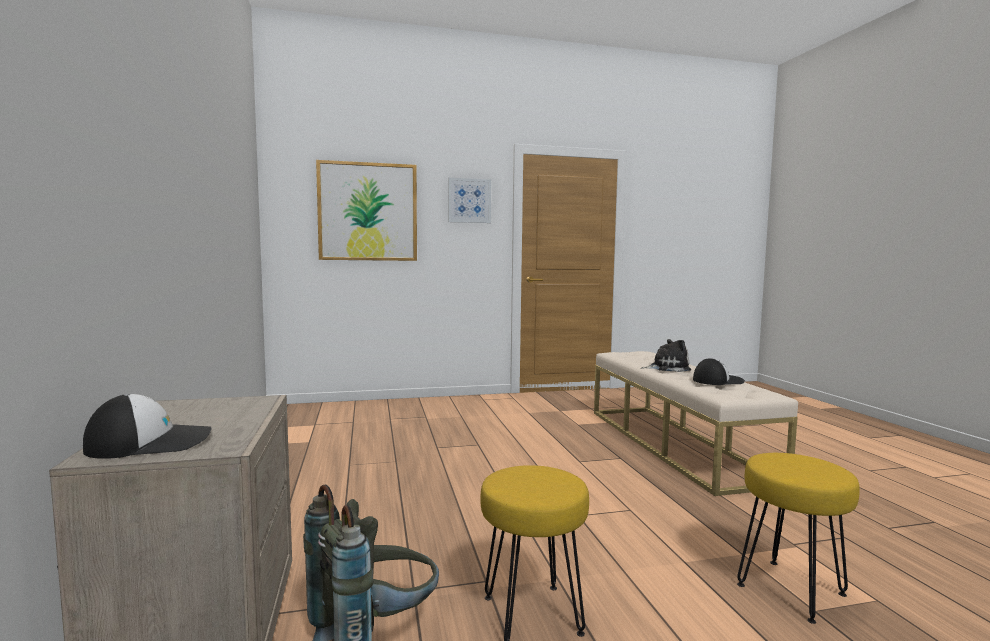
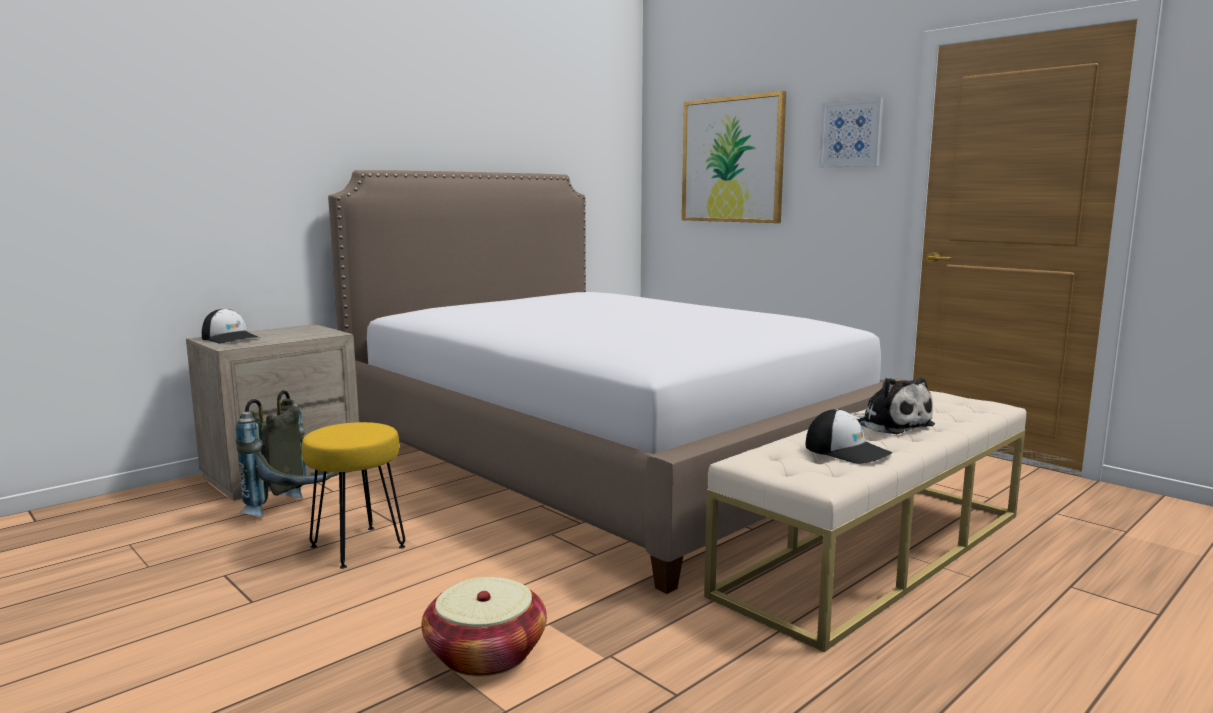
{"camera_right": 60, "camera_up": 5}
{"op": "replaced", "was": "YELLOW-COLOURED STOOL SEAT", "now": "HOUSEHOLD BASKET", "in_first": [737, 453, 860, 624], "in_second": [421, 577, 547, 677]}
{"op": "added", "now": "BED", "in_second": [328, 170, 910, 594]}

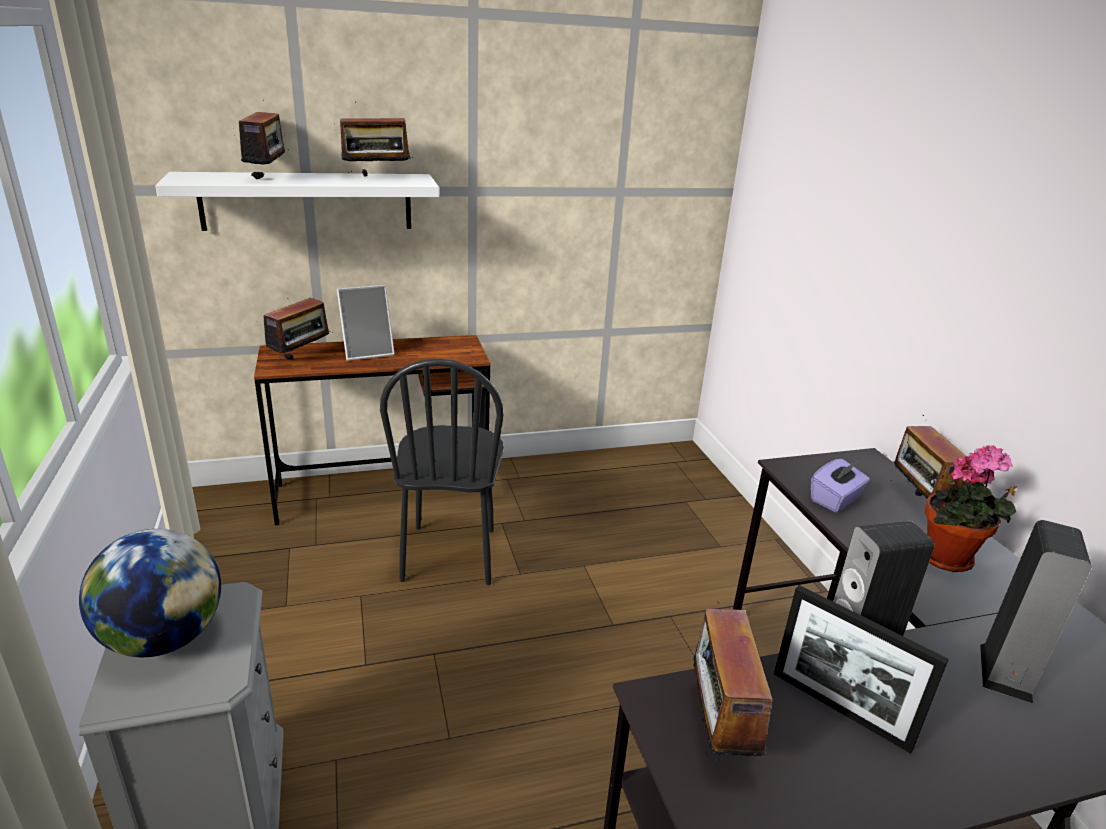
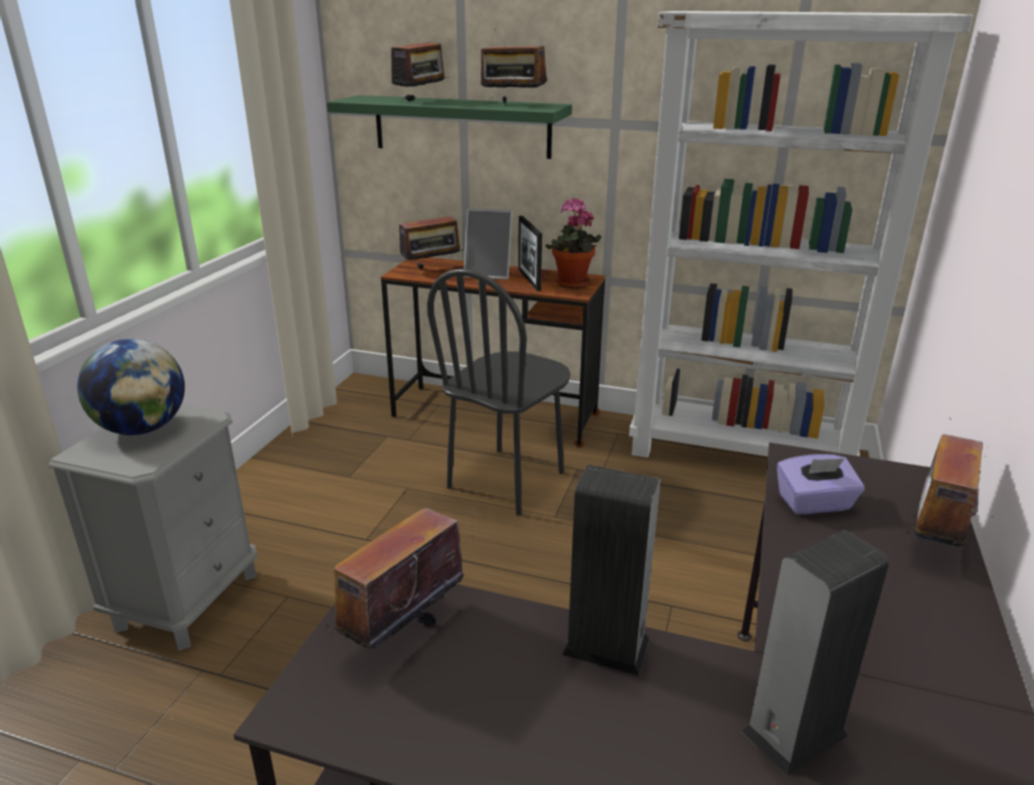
{"camera_right": 35, "camera_up": 0}
{"op": "recoloured", "was": "WHITE BRACKET SHELF", "now": "GREENISH BRACKET SHELF", "in_first": [155, 172, 439, 231], "in_second": [327, 95, 572, 159]}
{"op": "moved", "was": "HOUSEPLANT", "in_first": [925, 445, 1017, 572], "in_second": [546, 197, 601, 288]}
{"op": "moved", "was": "STANDING FRAME", "in_first": [774, 585, 949, 754], "in_second": [518, 216, 542, 291]}
{"op": "added", "now": "WHITE BOOKSHELF", "in_second": [629, 11, 973, 458]}

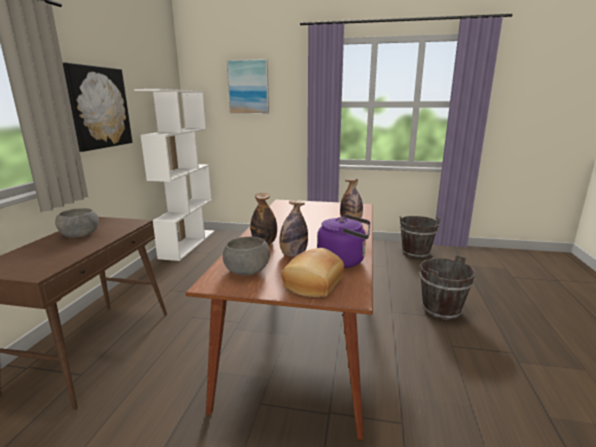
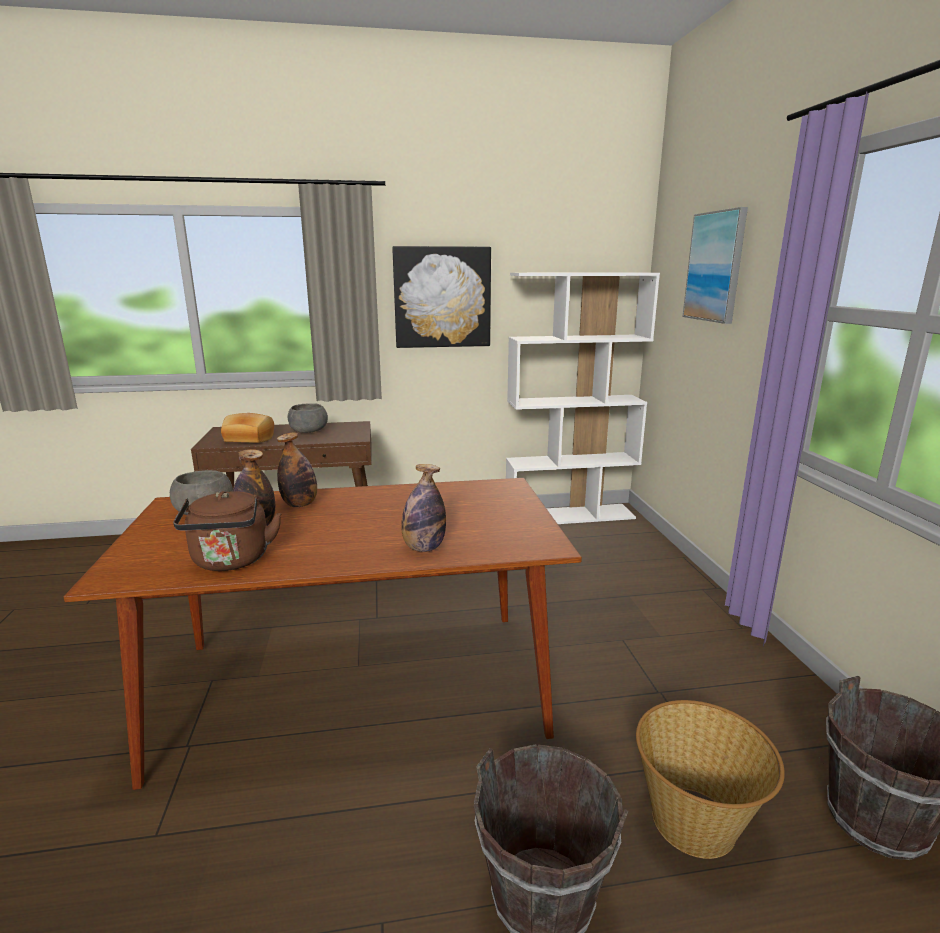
{"camera_right": 70, "camera_up": 0}
{"op": "recoloured", "was": "PURPLE-COLOURED KETTLE", "now": "BROWN-COLOURED KETTLE", "in_first": [317, 214, 370, 268], "in_second": [173, 491, 282, 571]}
{"op": "moved", "was": "BAKERY BREAD", "in_first": [281, 248, 344, 297], "in_second": [221, 413, 274, 443]}
{"op": "added", "now": "HOUSEHOLD BASKET", "in_second": [636, 700, 785, 859]}

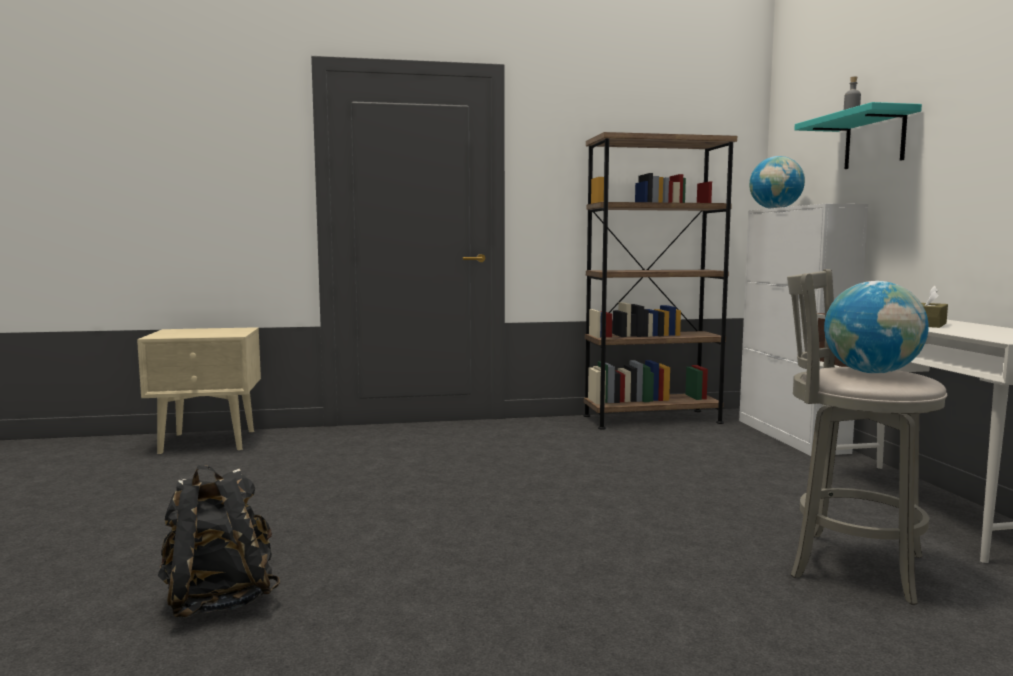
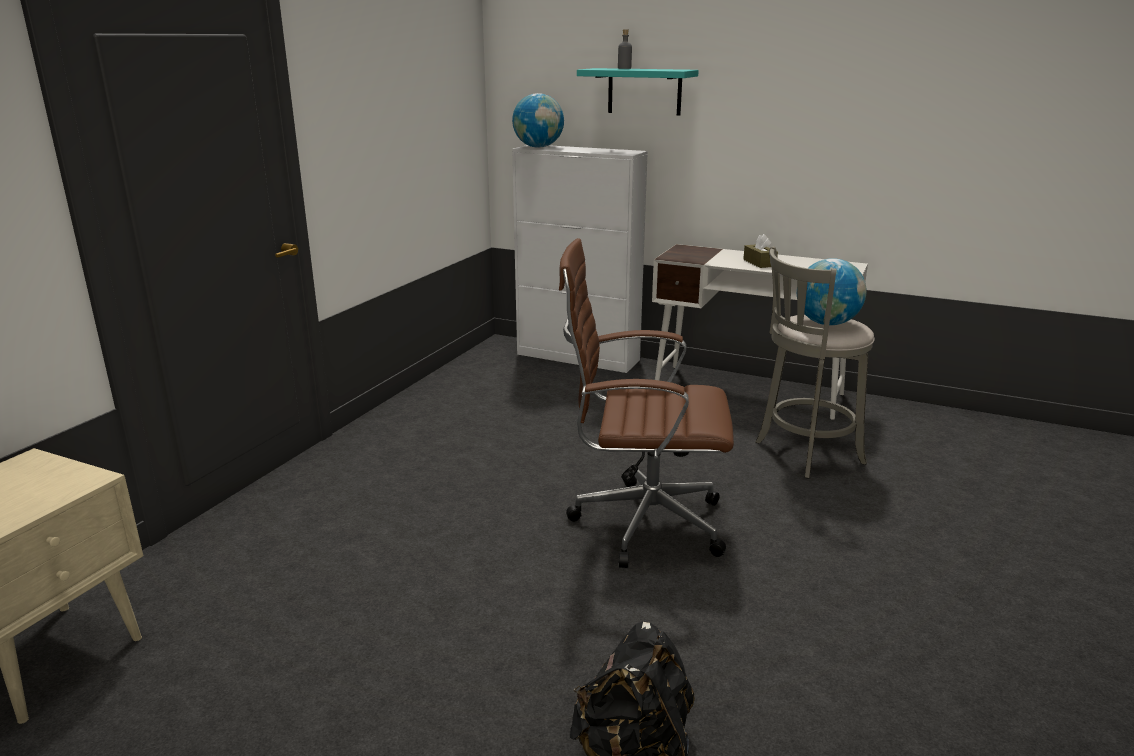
{"camera_right": -55, "camera_up": 15}
{"op": "removed", "was": "BROWN-COLOURED BOOKSHELF", "in_first": [583, 132, 737, 430]}
{"op": "added", "now": "BROWN-COLOURED OFFICE CHAIR", "in_second": [559, 238, 734, 568]}

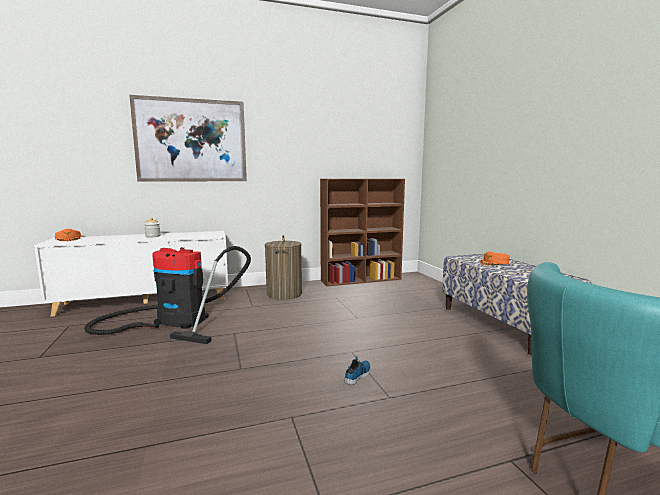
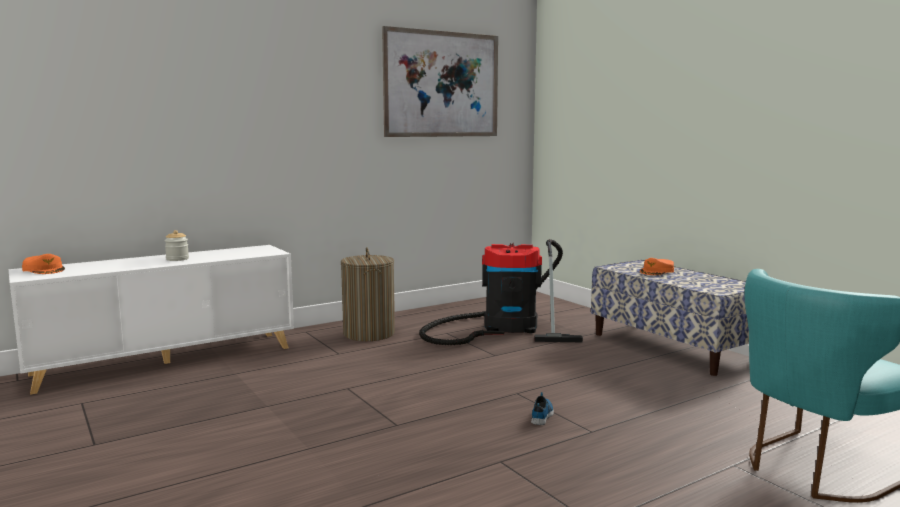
{"camera_right": -15, "camera_up": 0}
{"op": "moved", "was": "PICTURE", "in_first": [129, 95, 247, 182], "in_second": [382, 26, 498, 137]}
{"op": "removed", "was": "BROWN-COLOURED BOOKSHELF", "in_first": [320, 179, 405, 286]}
{"op": "moved", "was": "VACUUM", "in_first": [85, 246, 251, 344], "in_second": [419, 239, 583, 345]}

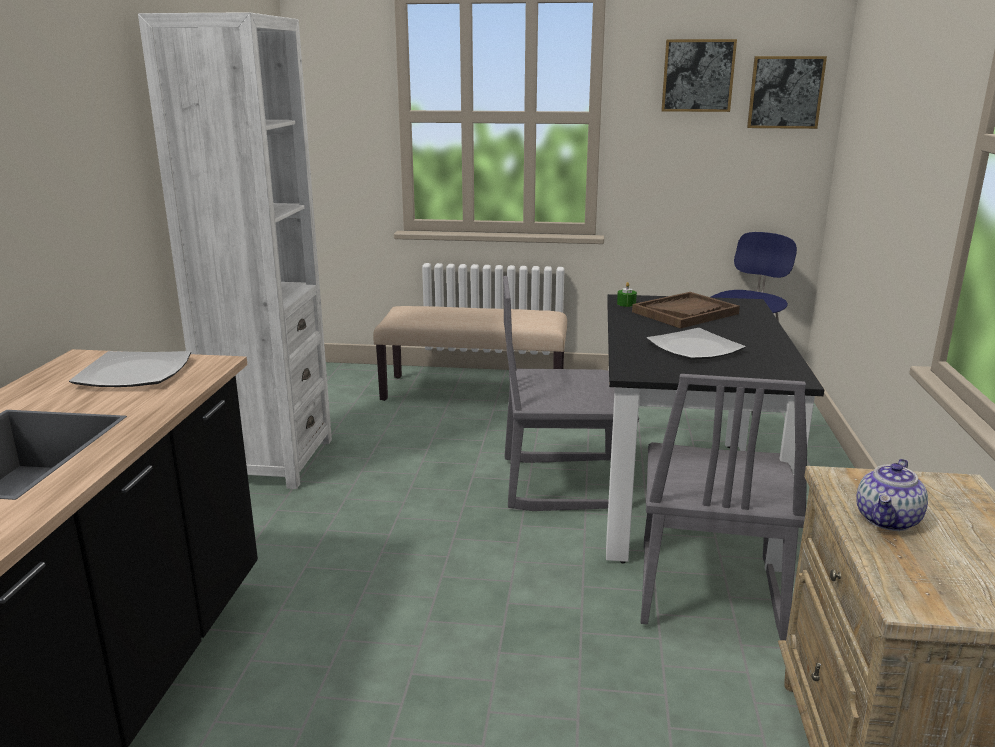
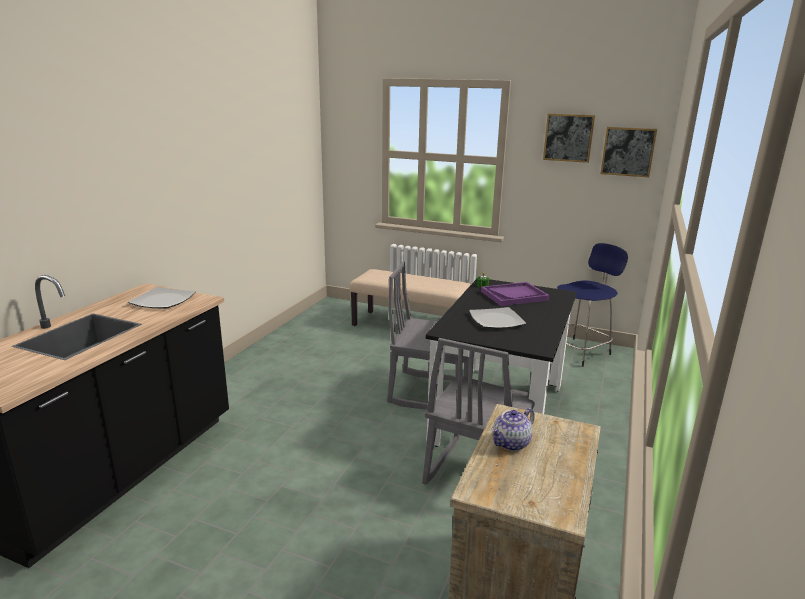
{"camera_right": 15, "camera_up": 0}
{"op": "removed", "was": "WHITE BOOKSHELF", "in_first": [138, 12, 332, 489]}
{"op": "recoloured", "was": "BROWN-COLOURED SERVING TRAY", "now": "PURPLE-COLOURED SERVING TRAY", "in_first": [632, 292, 740, 329], "in_second": [481, 282, 550, 306]}

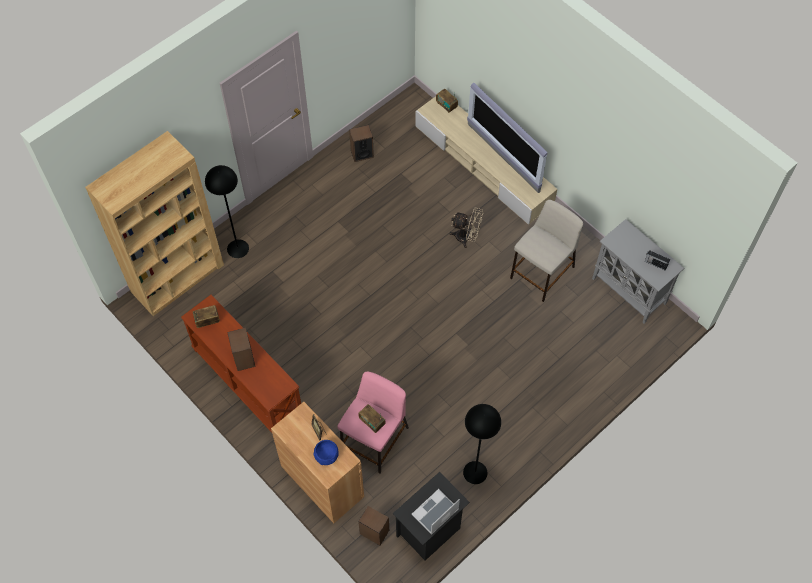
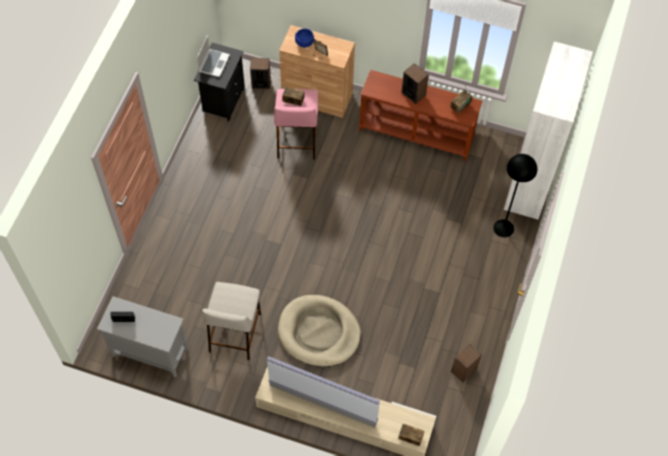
{"camera_right": 150, "camera_up": 0}
{"op": "recoloured", "was": "BROWN-COLOURED BOOKSHELF", "now": "WHITE BOOKSHELF", "in_first": [85, 131, 224, 316], "in_second": [504, 42, 593, 220]}
{"op": "replaced", "was": "BEIGE-COLOURED FAN", "now": "BEIGE-COLOURED DOG CUSHION", "in_first": [450, 207, 483, 248], "in_second": [278, 295, 361, 367]}
{"op": "removed", "was": "BLACKISH STANDARD LAMP", "in_first": [463, 404, 501, 484]}

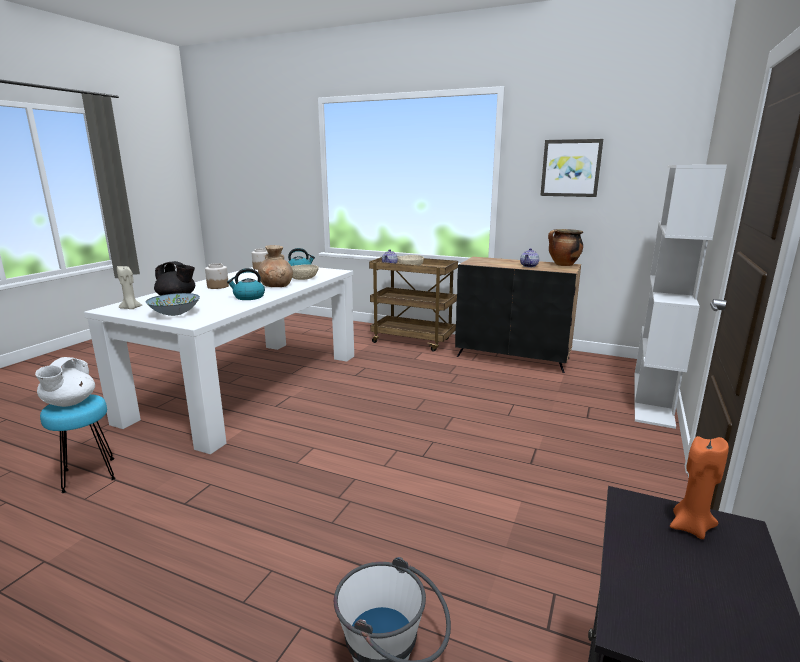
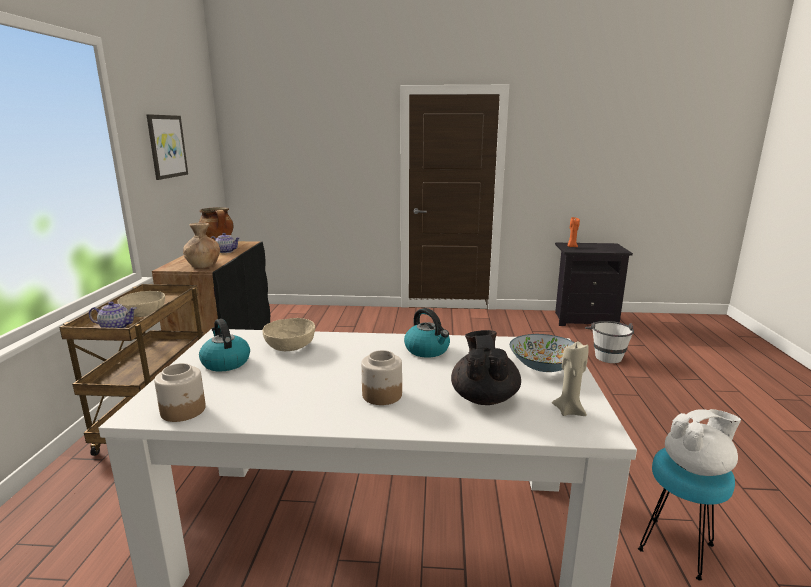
{"camera_right": -110, "camera_up": 0}
{"op": "removed", "was": "WHITE BOOKSHELF", "in_first": [635, 165, 727, 429]}
{"op": "moved", "was": "BROWN-COLOURED VASE", "in_first": [258, 245, 293, 287], "in_second": [183, 222, 220, 268]}

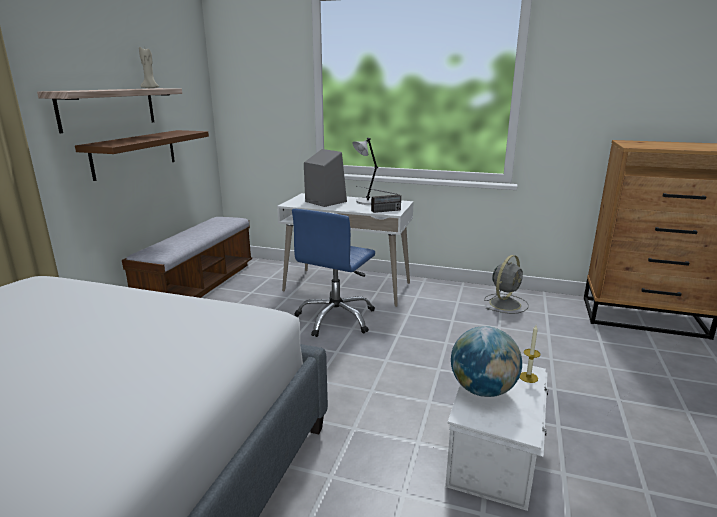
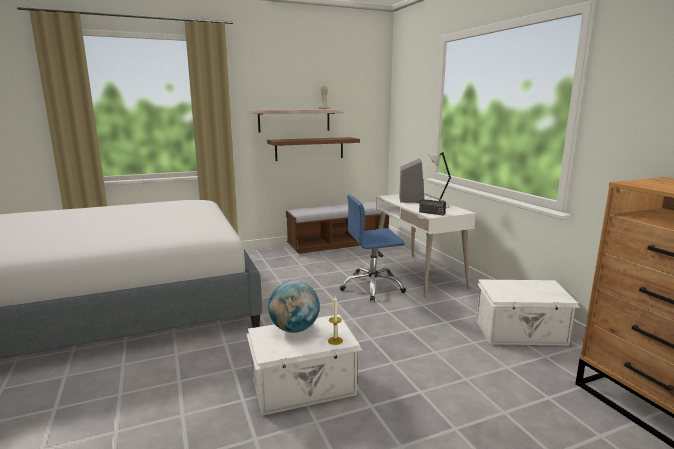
{"camera_right": 50, "camera_up": -5}
{"op": "replaced", "was": "GREYISH FAN", "now": "WHITE STORAGE BOX", "in_first": [484, 255, 529, 314], "in_second": [476, 280, 581, 346]}

